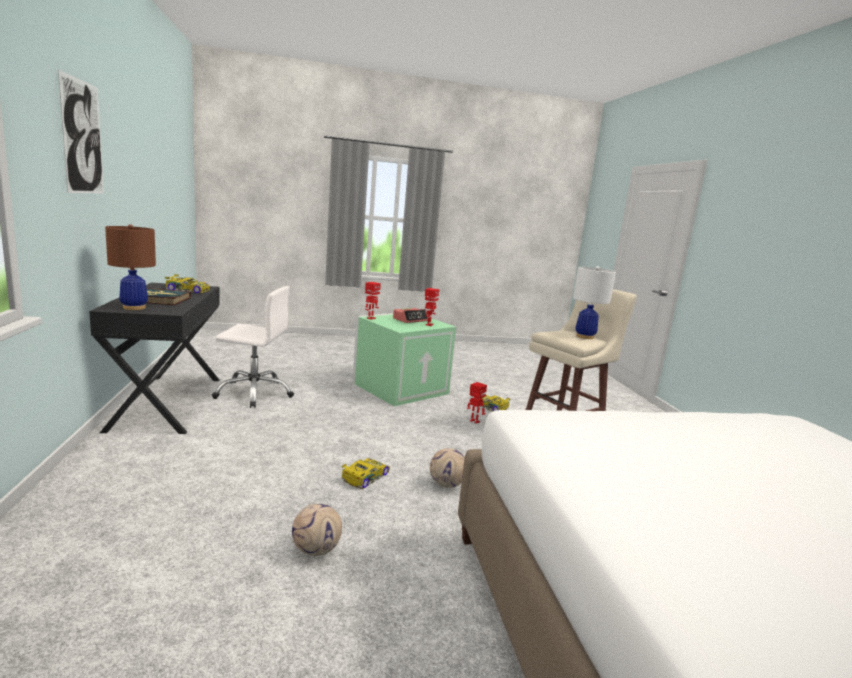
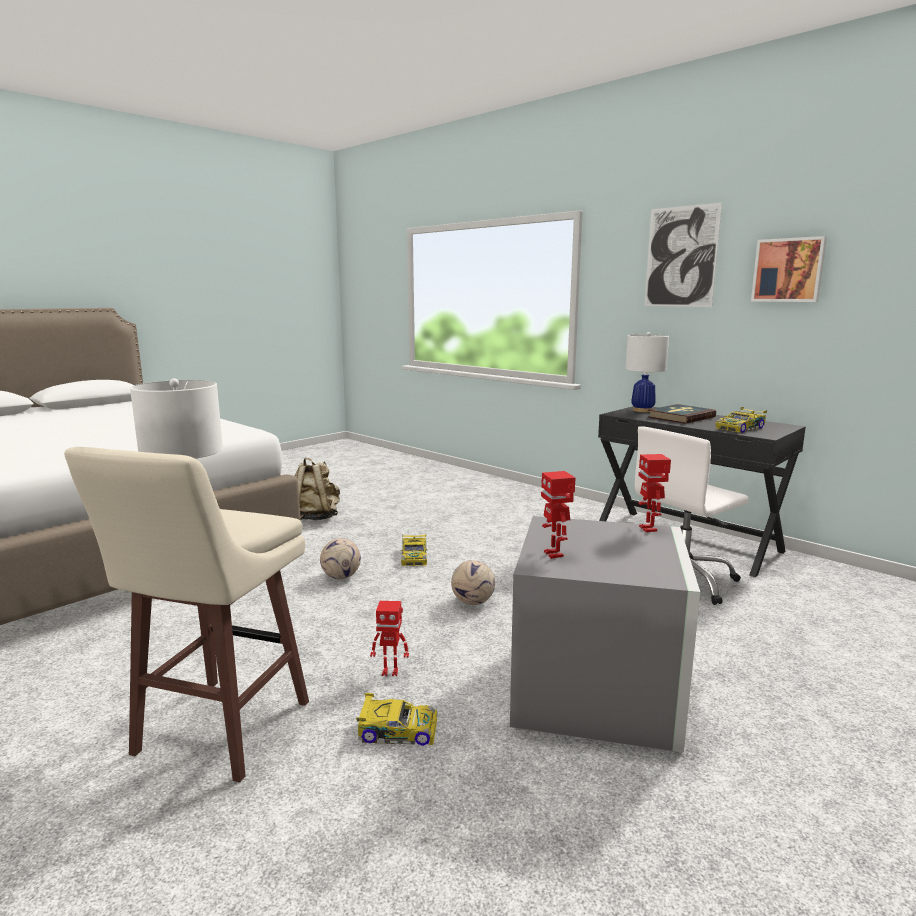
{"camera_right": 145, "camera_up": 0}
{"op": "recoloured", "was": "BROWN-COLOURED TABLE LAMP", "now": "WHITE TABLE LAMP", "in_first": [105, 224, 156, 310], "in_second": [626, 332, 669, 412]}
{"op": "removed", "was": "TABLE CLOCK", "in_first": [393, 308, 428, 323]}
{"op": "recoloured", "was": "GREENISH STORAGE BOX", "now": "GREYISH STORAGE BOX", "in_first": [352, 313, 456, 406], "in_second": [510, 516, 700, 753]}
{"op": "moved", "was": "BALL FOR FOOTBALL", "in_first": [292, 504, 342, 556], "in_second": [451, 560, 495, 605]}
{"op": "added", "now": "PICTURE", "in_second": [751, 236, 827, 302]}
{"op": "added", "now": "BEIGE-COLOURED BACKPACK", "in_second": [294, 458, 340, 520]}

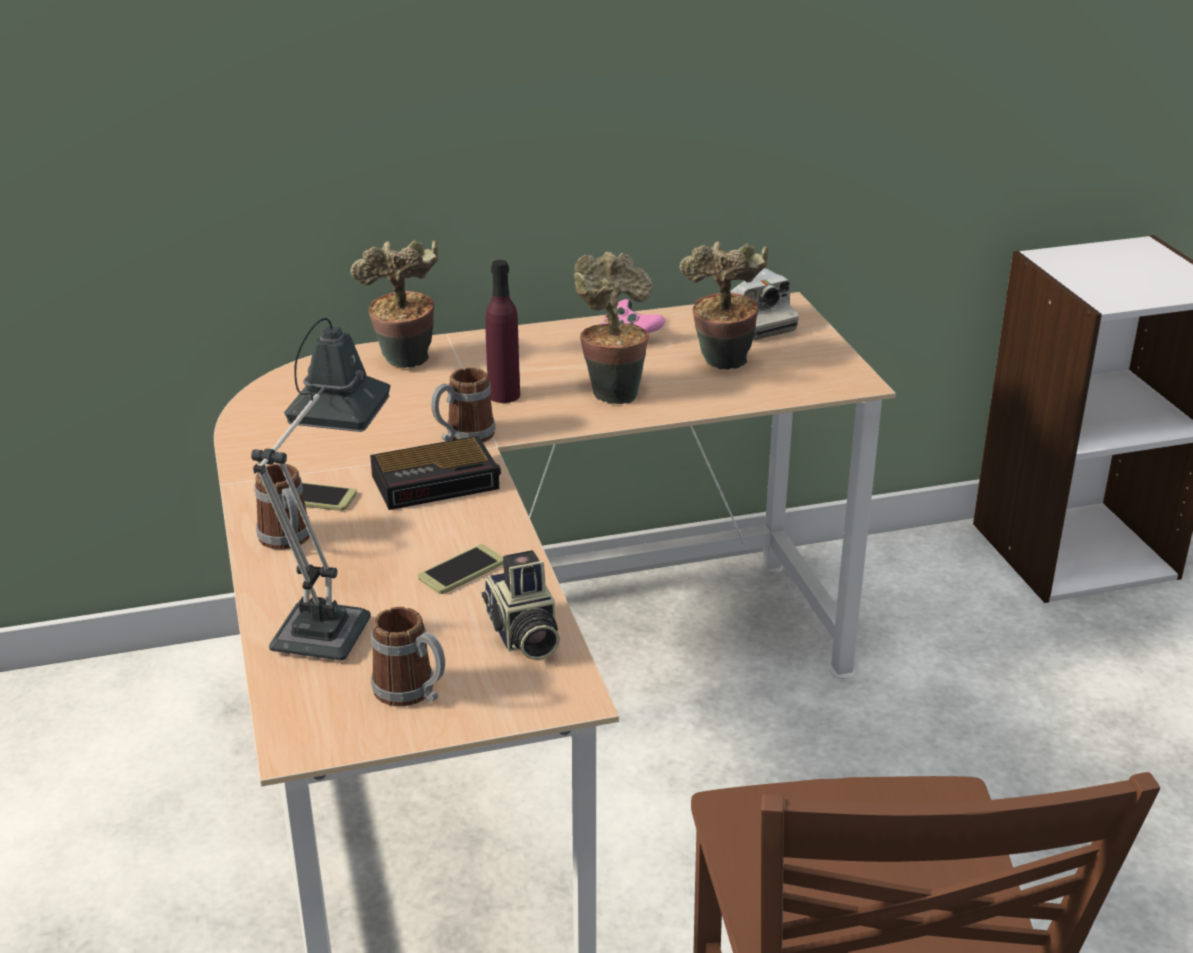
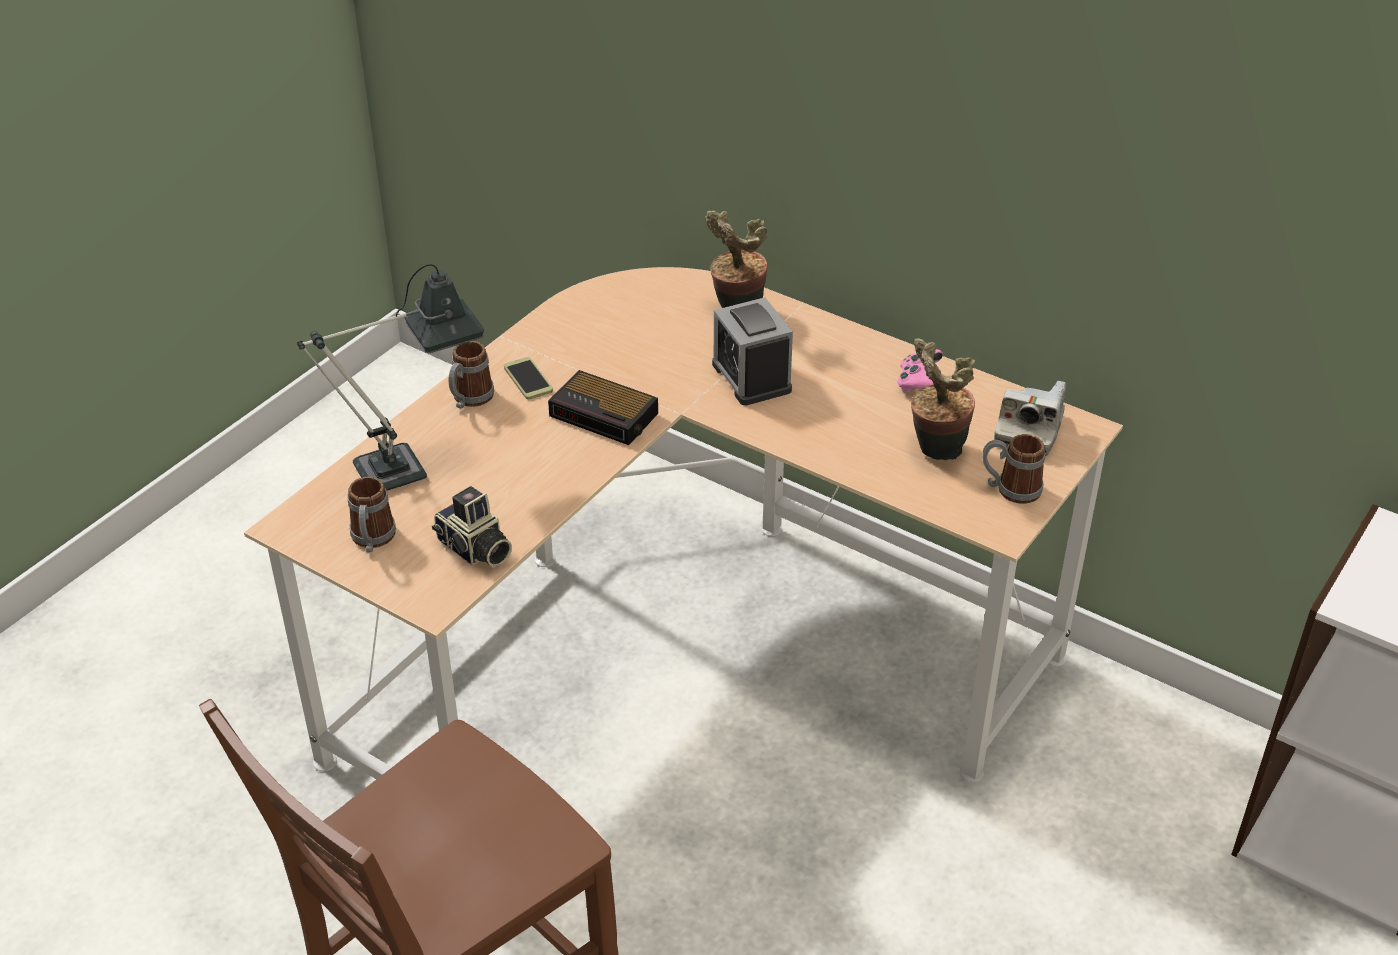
{"camera_right": 50, "camera_up": 10}
{"op": "removed", "was": "HOUSEPLANT", "in_first": [574, 252, 653, 404]}
{"op": "replaced", "was": "PURPLE-COLOURED DRINK BOTTLE", "now": "TABLE CLOCK", "in_first": [486, 260, 520, 403], "in_second": [712, 297, 793, 405]}
{"op": "moved", "was": "TEA MUG", "in_first": [431, 367, 496, 442], "in_second": [982, 434, 1046, 504]}
{"op": "removed", "was": "PHONE", "in_first": [418, 544, 503, 594]}
{"op": "turned", "was": "PHOTO CAMERA", "in_first": [482, 550, 560, 660], "in_second": [432, 486, 512, 567], "clockwise": -75}

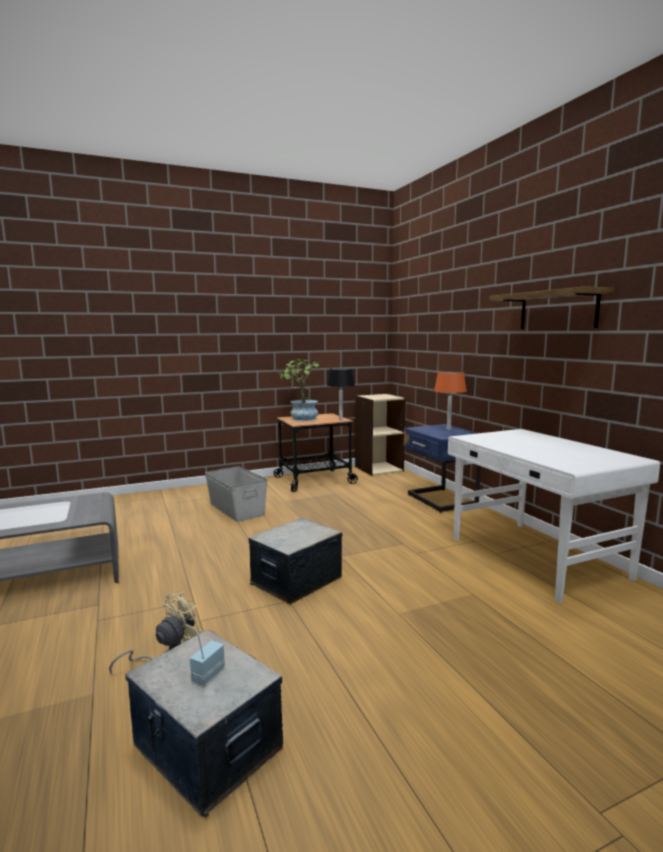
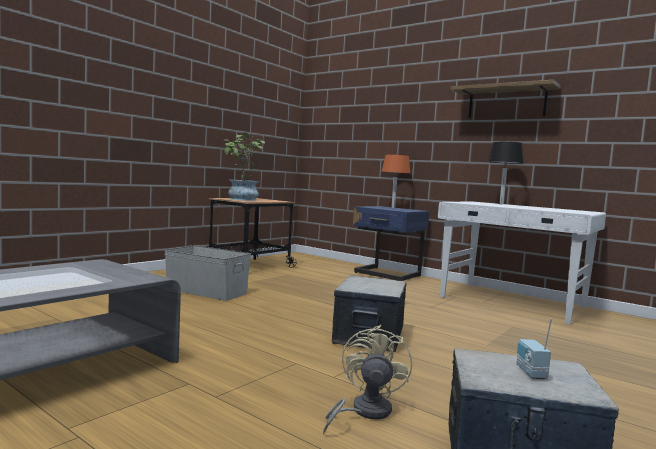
{"camera_right": -30, "camera_up": -5}
{"op": "moved", "was": "BLACKISH TABLE LAMP", "in_first": [327, 368, 355, 420], "in_second": [488, 142, 524, 205]}
{"op": "removed", "was": "BEIGE-COLOURED BOOKSHELF", "in_first": [355, 394, 405, 476]}

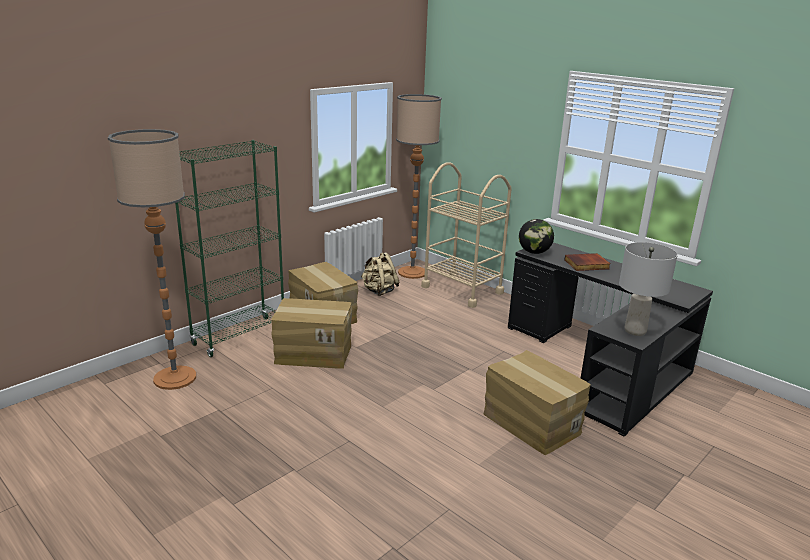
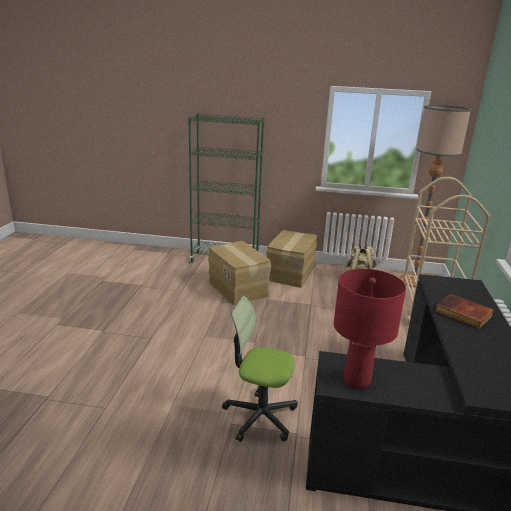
{"camera_right": 55, "camera_up": 0}
{"op": "removed", "was": "STANDARD LAMP", "in_first": [108, 129, 196, 390]}
{"op": "removed", "was": "WORLD GLOBE", "in_first": [519, 219, 554, 254]}
{"op": "recoloured", "was": "GREYISH TABLE LAMP", "now": "RED-COLOURED TABLE LAMP", "in_first": [619, 242, 678, 336], "in_second": [334, 269, 406, 389]}
{"op": "replaced", "was": "CARDBOARD BOX", "now": "OFFICE CHAIR", "in_first": [484, 350, 591, 455], "in_second": [222, 296, 298, 442]}

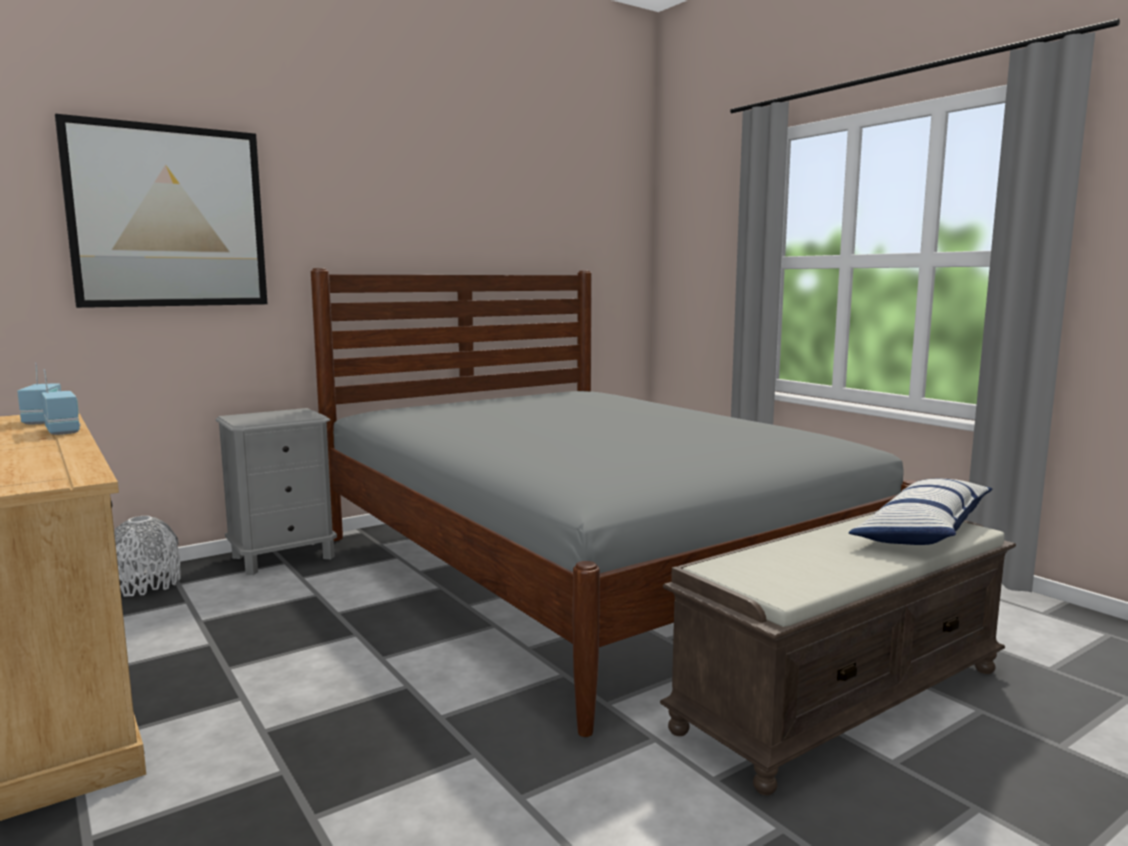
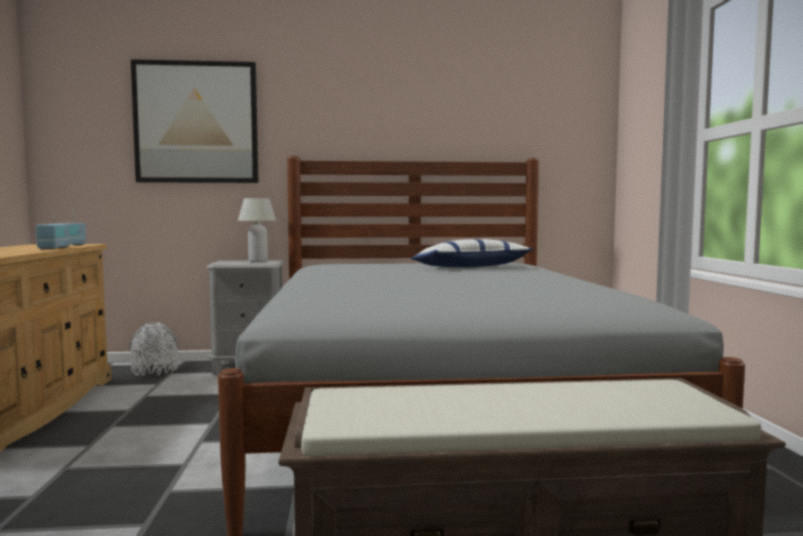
{"camera_right": 30, "camera_up": -5}
{"op": "moved", "was": "PILLOW", "in_first": [848, 479, 992, 545], "in_second": [411, 239, 534, 267]}
{"op": "added", "now": "WHITE TABLE LAMP", "in_second": [238, 198, 276, 262]}

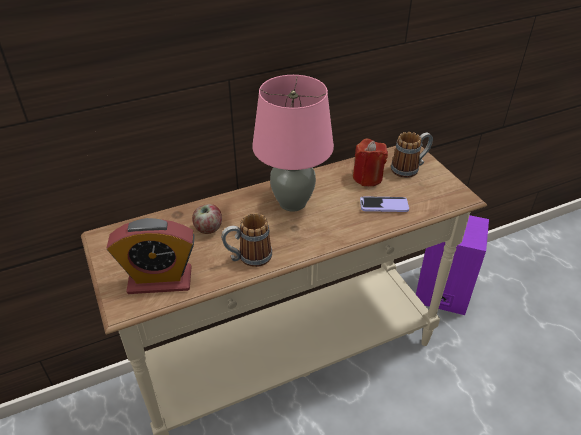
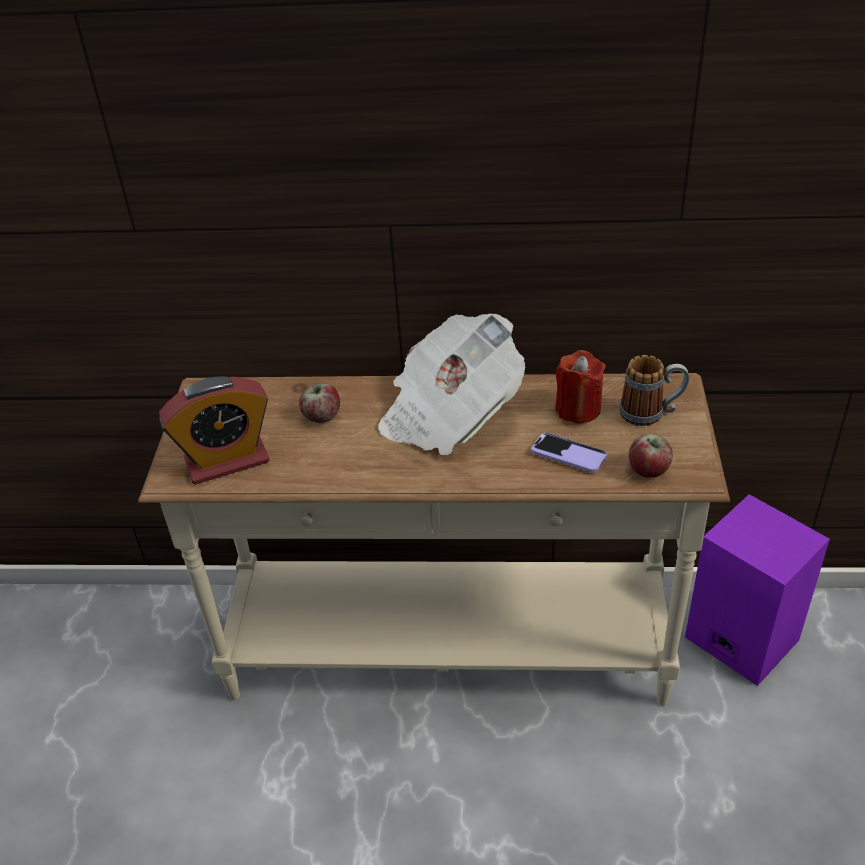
{"camera_right": 30, "camera_up": 0}
{"op": "replaced", "was": "PINK TABLE LAMP", "now": "NEWSPAPER", "in_first": [252, 75, 334, 211], "in_second": [378, 314, 525, 455]}
{"op": "removed", "was": "TEA MUG", "in_first": [221, 213, 272, 267]}
{"op": "turned", "was": "TABLE CLOCK", "in_first": [107, 218, 195, 294], "in_second": [159, 376, 270, 485], "clockwise": -45}
{"op": "added", "now": "WHOLE APPLE", "in_second": [629, 434, 673, 477]}

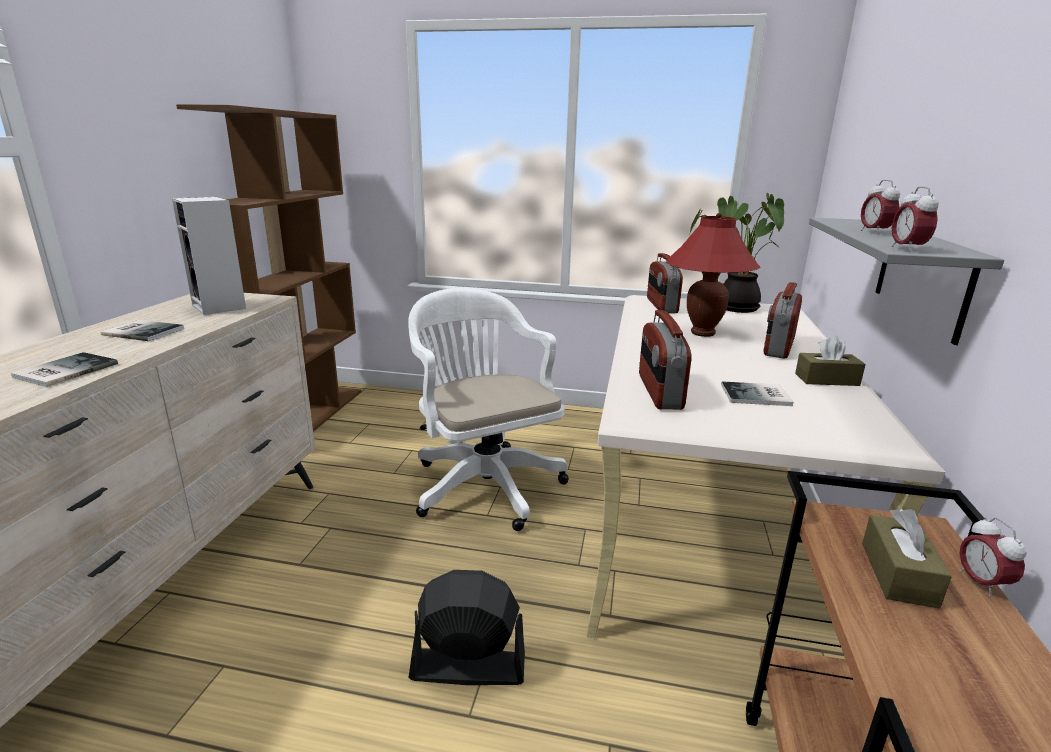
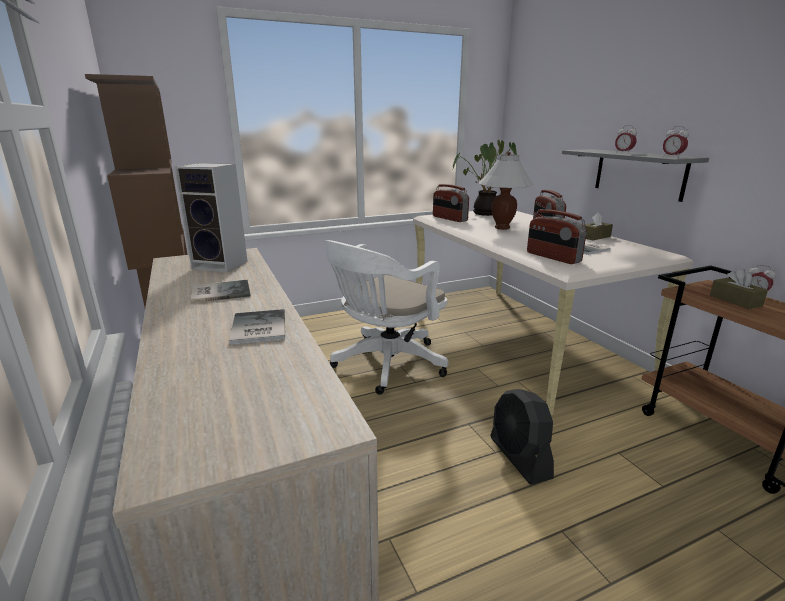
{"camera_right": -35, "camera_up": 0}
{"op": "recoloured", "was": "RED-COLOURED TABLE LAMP", "now": "WHITE TABLE LAMP", "in_first": [666, 213, 761, 337], "in_second": [479, 152, 535, 230]}
{"op": "turned", "was": "WHITE OFFICE CHAIR", "in_first": [408, 288, 569, 531], "in_second": [325, 240, 448, 395], "clockwise": -75}
{"op": "turned", "was": "BLACKISH FAN", "in_first": [408, 570, 525, 685], "in_second": [490, 389, 554, 485], "clockwise": -75}

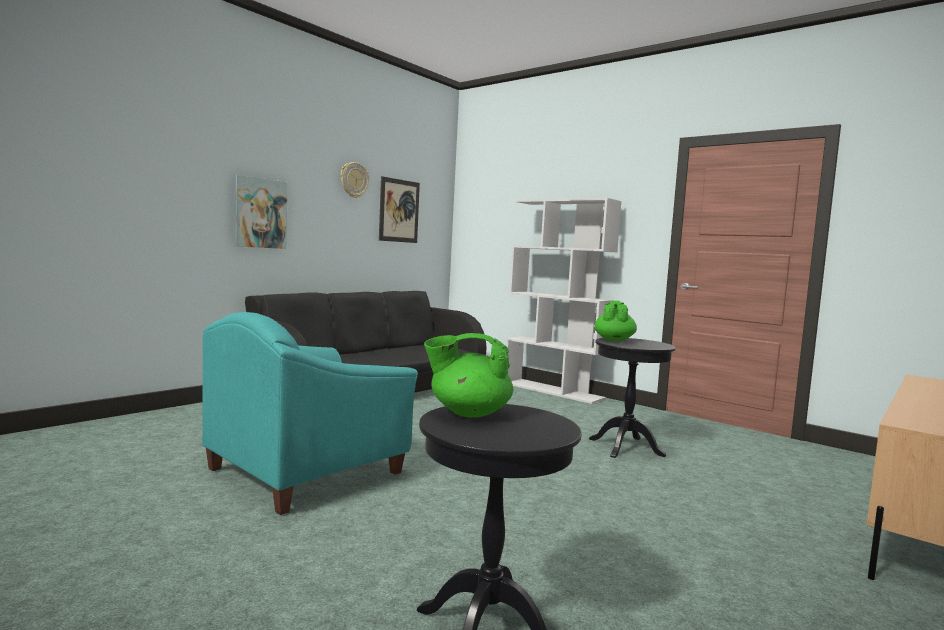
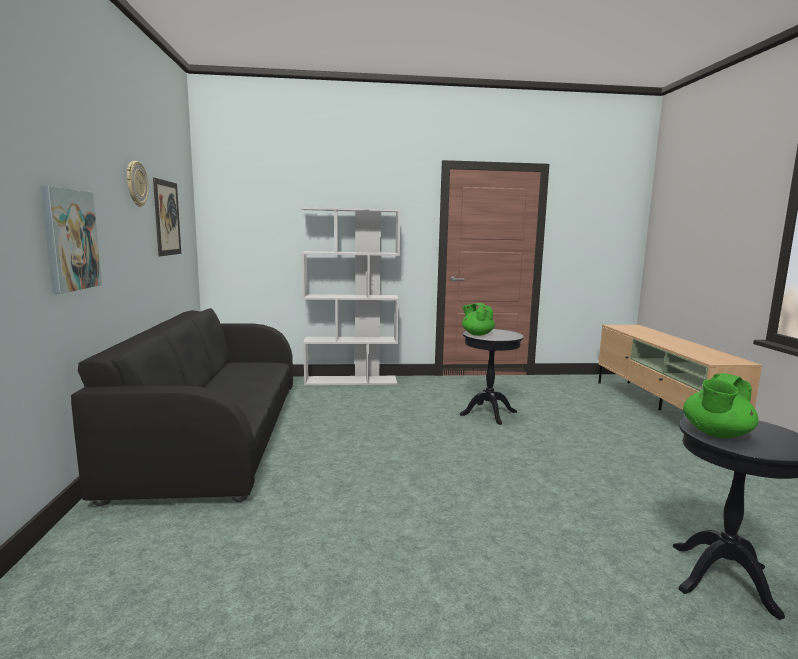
{"camera_right": -45, "camera_up": 5}
{"op": "removed", "was": "BLUE-GREEN LOUNGE CHAIR", "in_first": [202, 312, 418, 515]}

